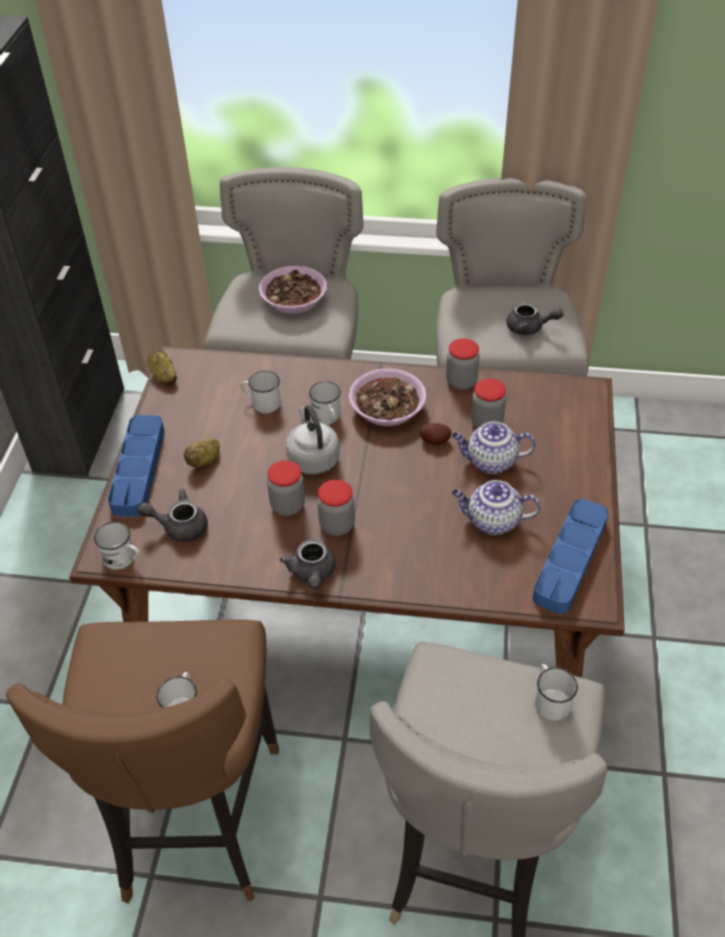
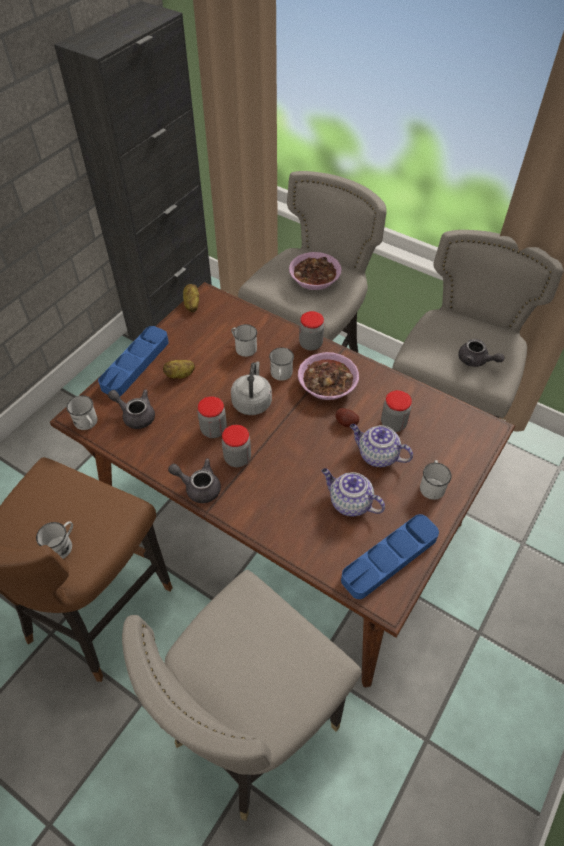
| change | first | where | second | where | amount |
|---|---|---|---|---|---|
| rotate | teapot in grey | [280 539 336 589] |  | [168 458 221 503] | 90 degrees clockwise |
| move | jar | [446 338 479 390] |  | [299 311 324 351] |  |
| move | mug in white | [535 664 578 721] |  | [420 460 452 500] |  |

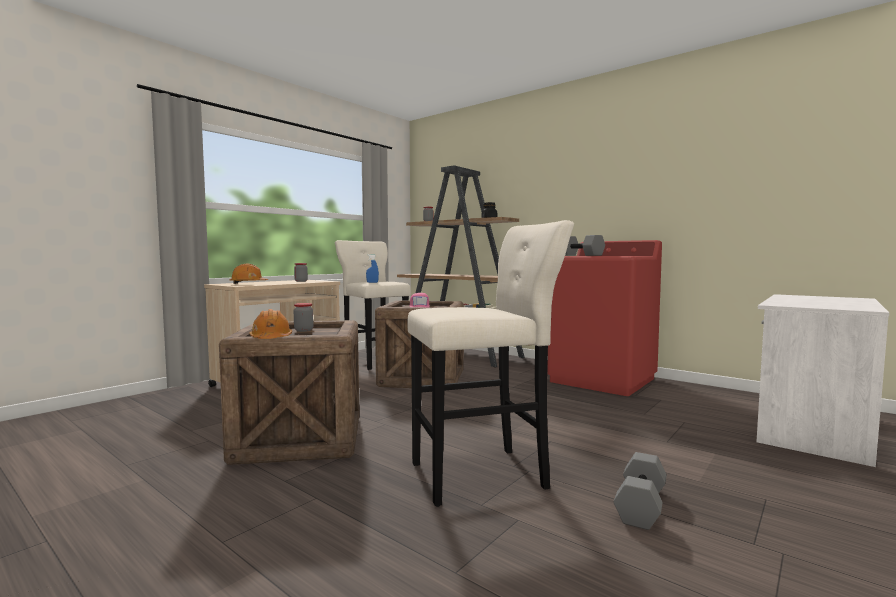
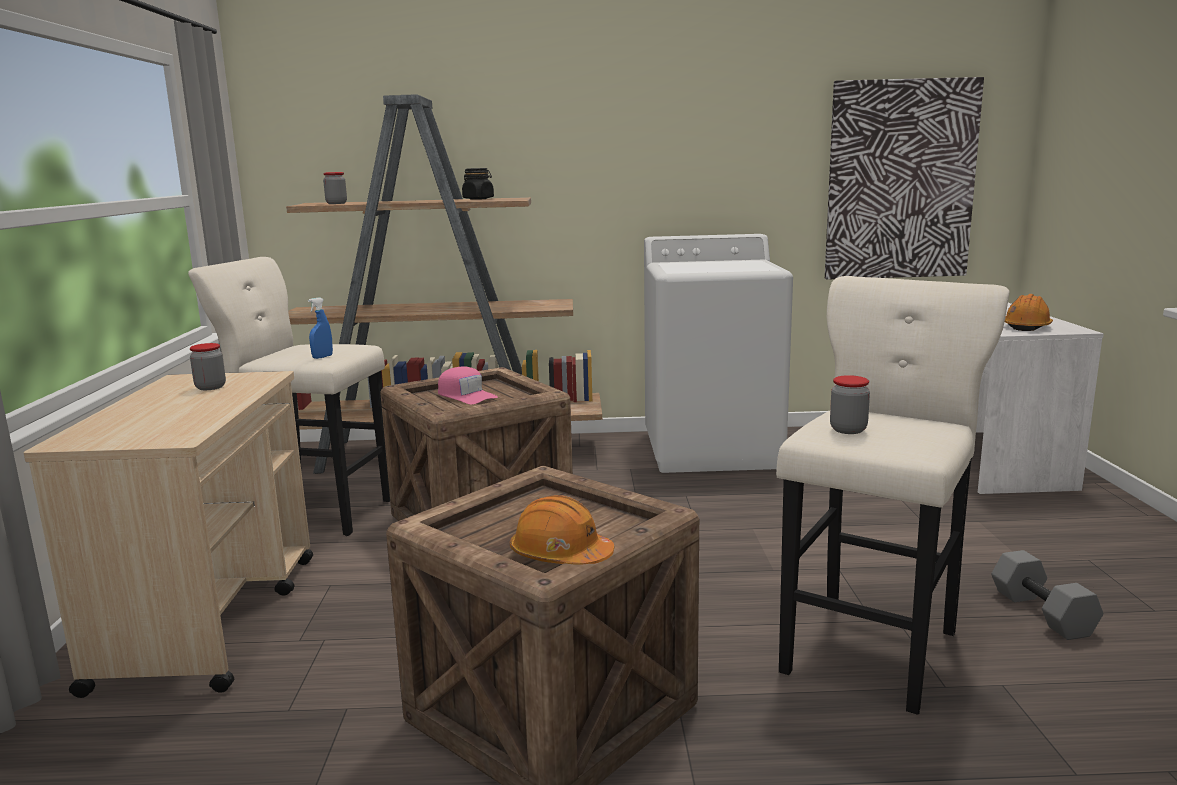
| change | first | where | second | where | amount |
|---|---|---|---|---|---|
| move | hard hat in orange | [230 264 268 284] |  | [1005 294 1053 331] |  |
| move | jar | [294 303 314 332] |  | [830 375 870 434] |  |
| recolor | washing machine in red | [547 240 662 396] | washing machine in white | [644 234 793 473] |  |
| delete | dumbbell in grey | [565 235 605 256] |  |  |  |
| insert |  |  | picture | [825 77 984 280] |  |

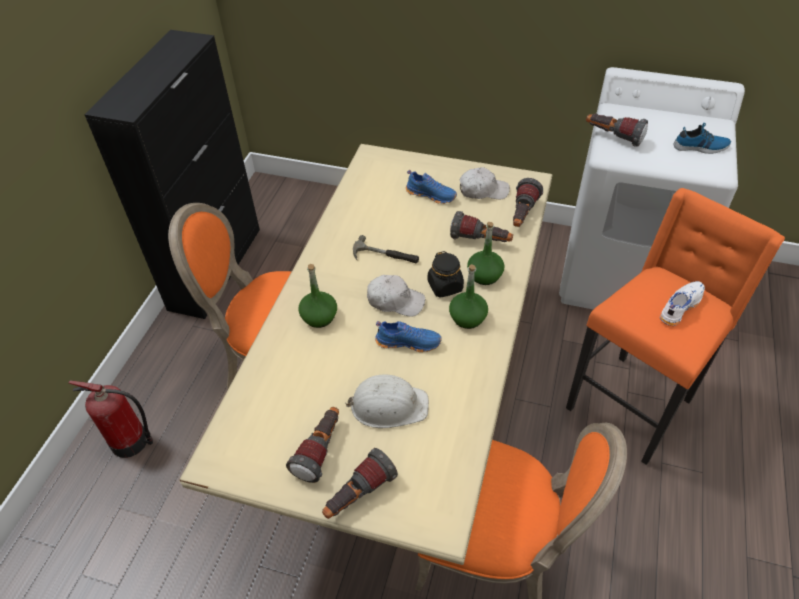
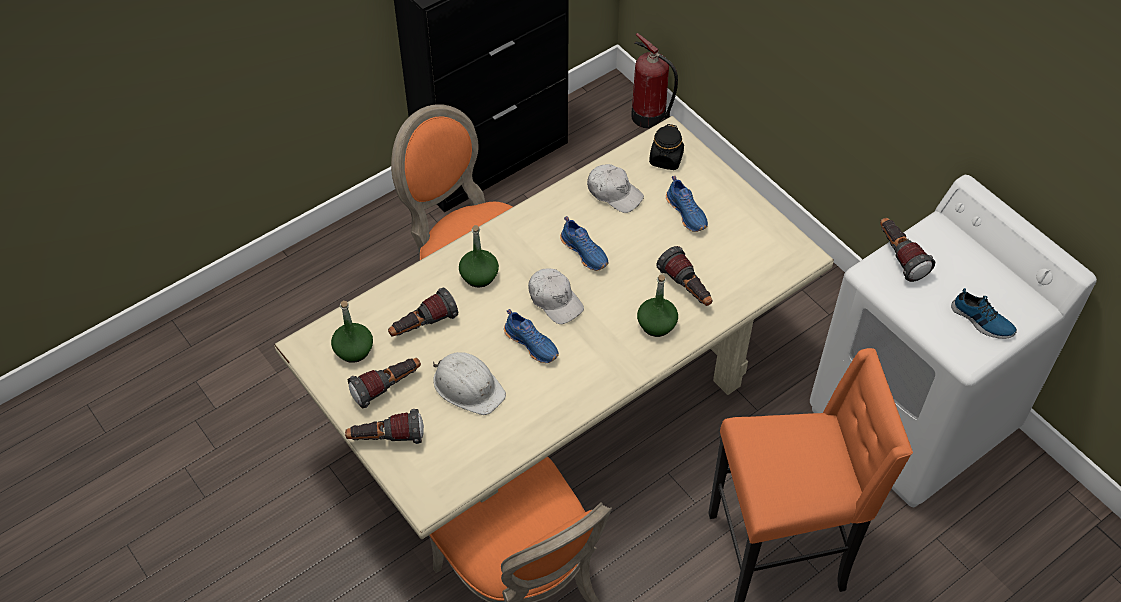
| change | first | where | second | where | amount |
|---|---|---|---|---|---|
| move | fire extinguisher | [69 380 153 458] |  | [631 33 678 129] |  |
| replace | hammer | [353 235 419 263] | shoe in blue | [560 216 608 271] |  |
| move | jar in black | [428 251 464 298] |  | [649 124 684 170] |  |
| move | bottle in green | [449 264 488 329] |  | [331 301 373 363] |  |
| move | cap in white | [459 167 510 199] |  | [587 164 644 213] |  |
| move | flashlight | [513 178 543 227] |  | [388 288 458 336] |  |
| delete | shoe in white | [660 281 705 326] |  |  |  |

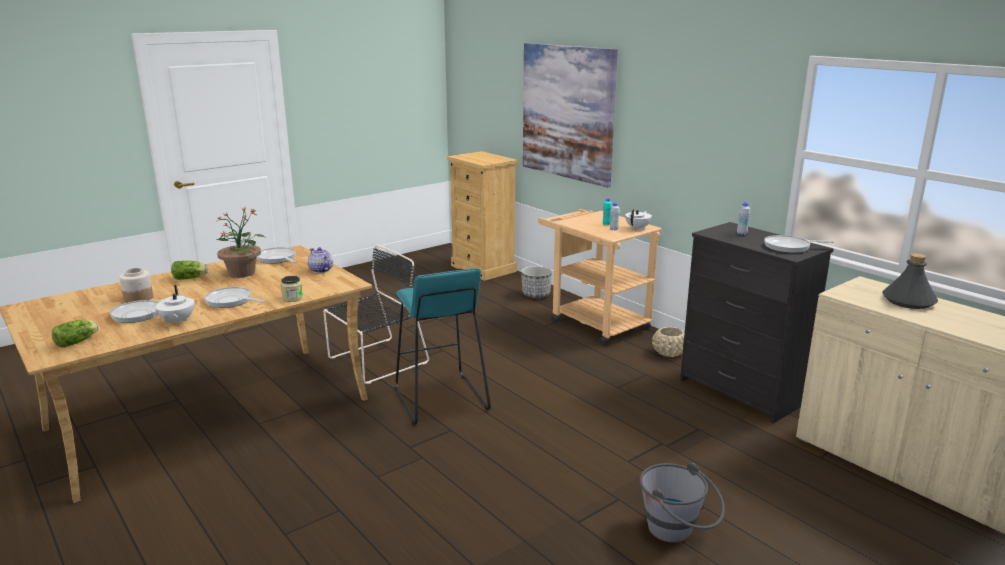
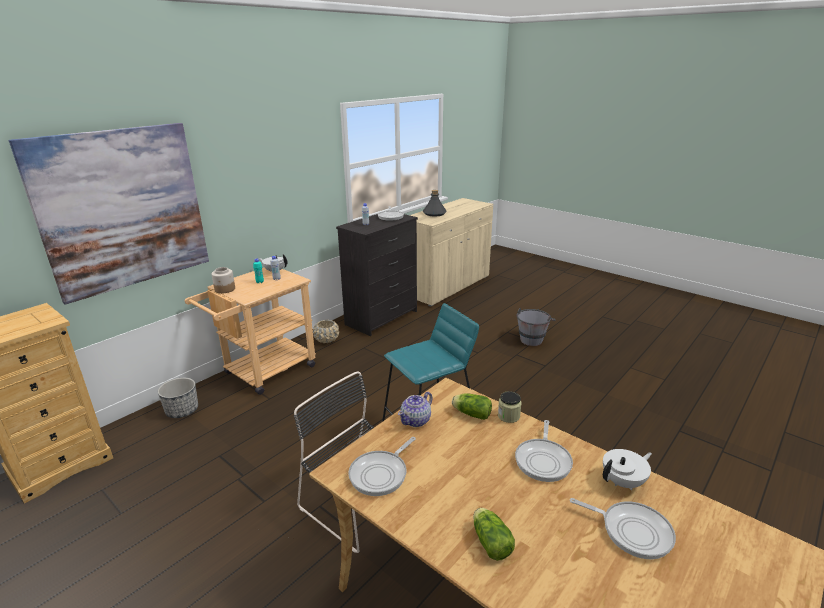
| change | first | where | second | where | amount |
|---|---|---|---|---|---|
| move | lettuce | [51 320 99 348] |  | [452 393 492 420] |  |
| move | jar | [119 268 153 303] |  | [211 267 235 293] |  |
| delete | potted plant | [217 207 266 278] |  |  |  |

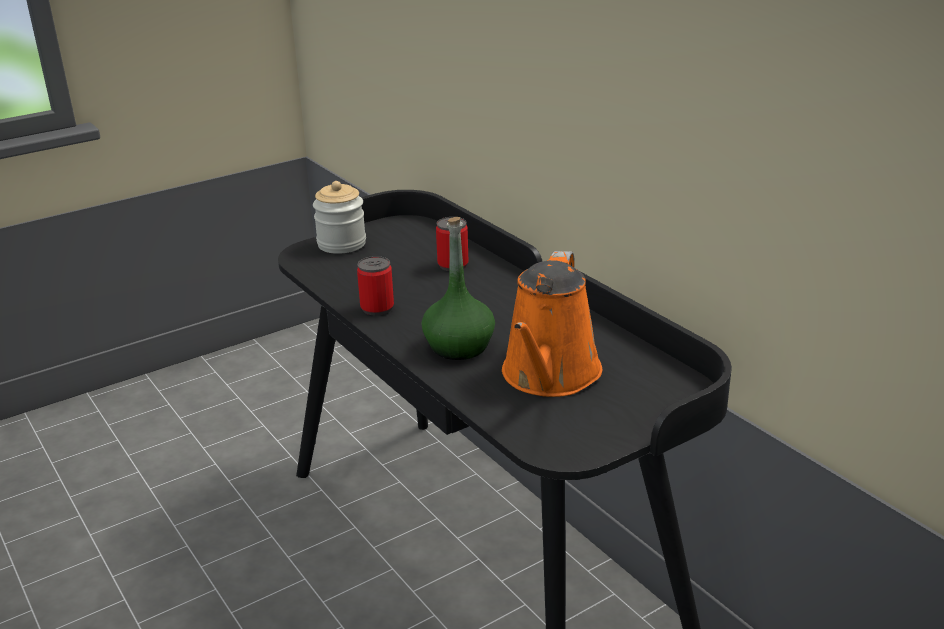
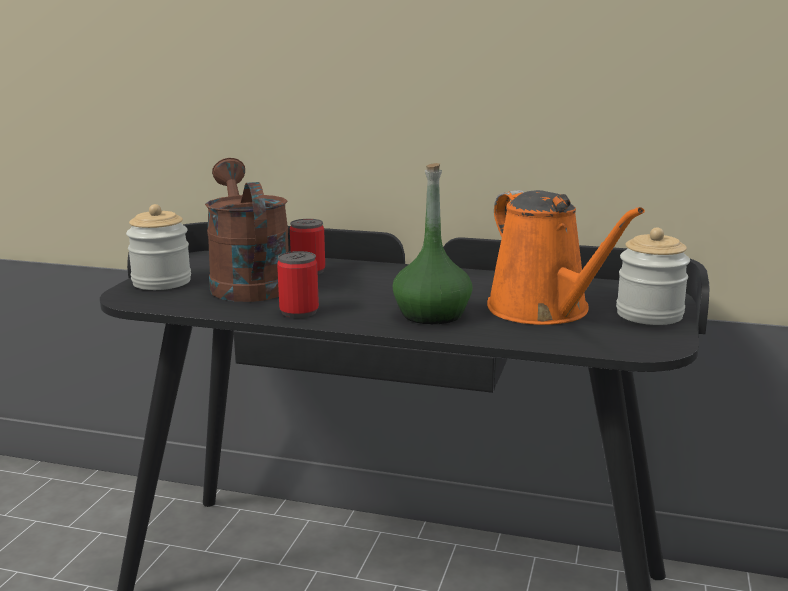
| change | first | where | second | where | amount |
|---|---|---|---|---|---|
| insert |  |  | watering can in brown | [205 158 289 302] |  |
| insert |  |  | jar | [616 228 690 325] |  |

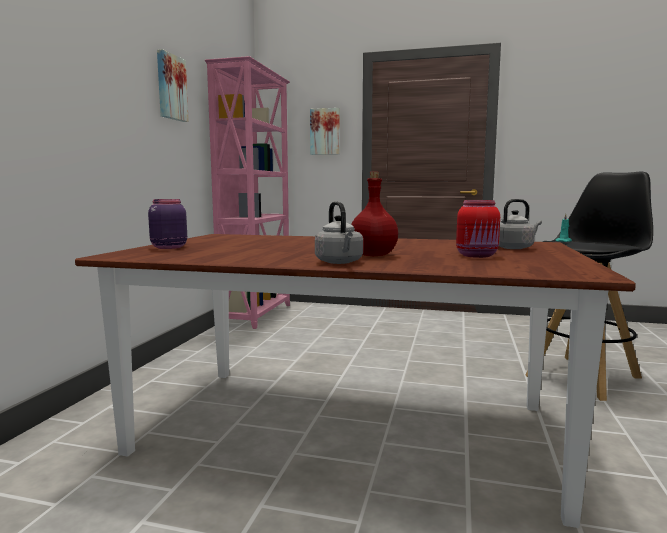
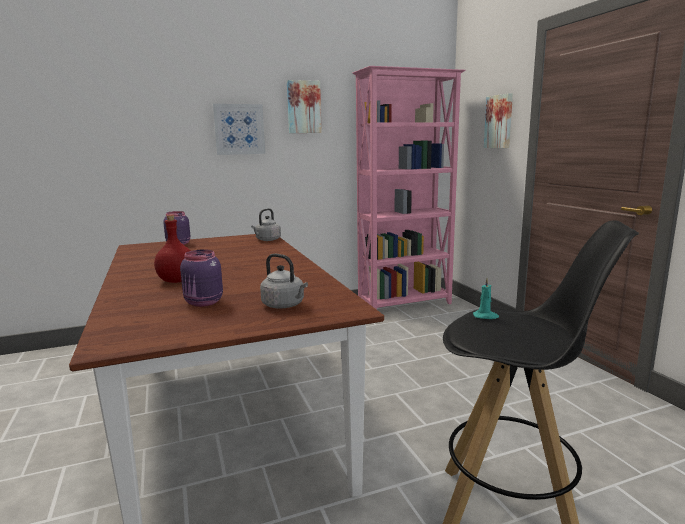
| change | first | where | second | where | amount |
|---|---|---|---|---|---|
| move | kettle in grey | [315 201 363 264] |  | [251 208 281 241] |  |
| recolor | jar in red | [456 200 500 258] | jar in purple | [180 249 223 307] |  |
| insert |  |  | picture | [213 104 265 155] |  |

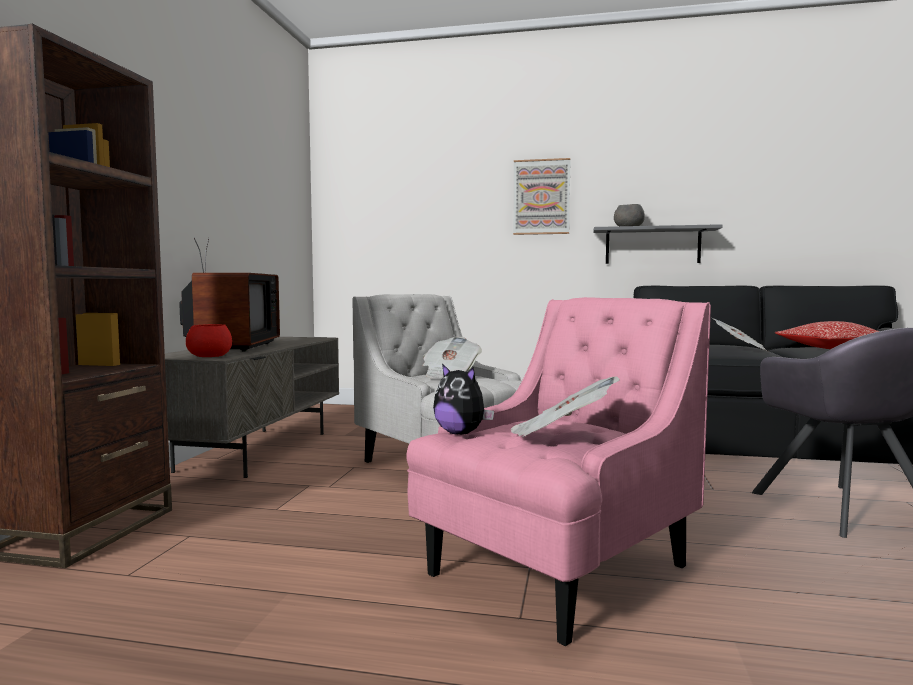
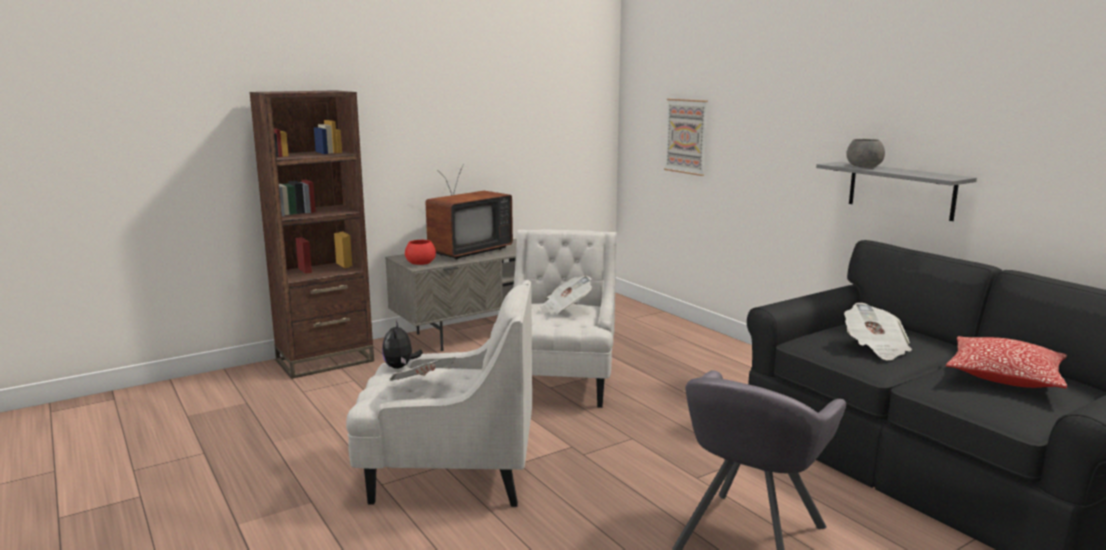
| change | first | where | second | where | amount |
|---|---|---|---|---|---|
| recolor | armchair in pink | [406 297 711 646] | armchair in white | [346 280 532 507] |  |
| move | picture | [513 158 571 235] |  | [664 99 708 176] |  |

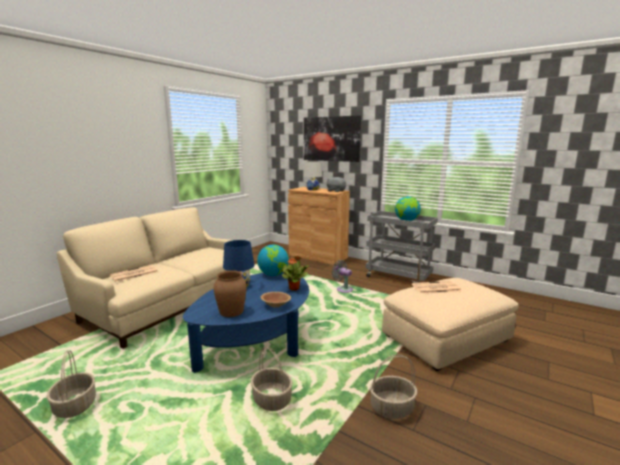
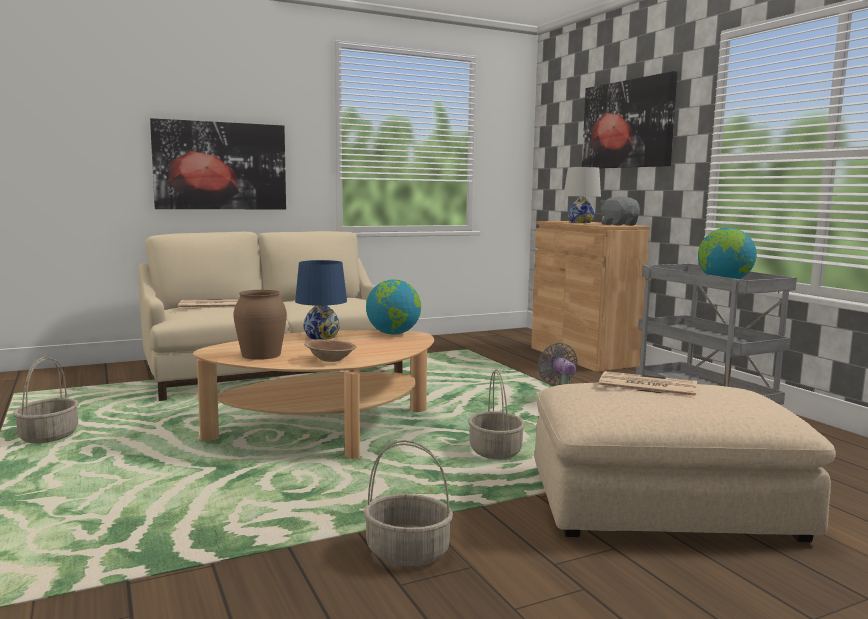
| change | first | where | second | where | amount |
|---|---|---|---|---|---|
| recolor | coffee table in blue | [183 273 309 373] | coffee table in beige | [193 330 434 459] |  |
| move | basket | [251 346 293 411] |  | [468 369 525 459] |  |
| delete | potted plant | [281 256 309 291] |  |  |  |
| insert |  |  | picture | [150 118 286 209] |  |

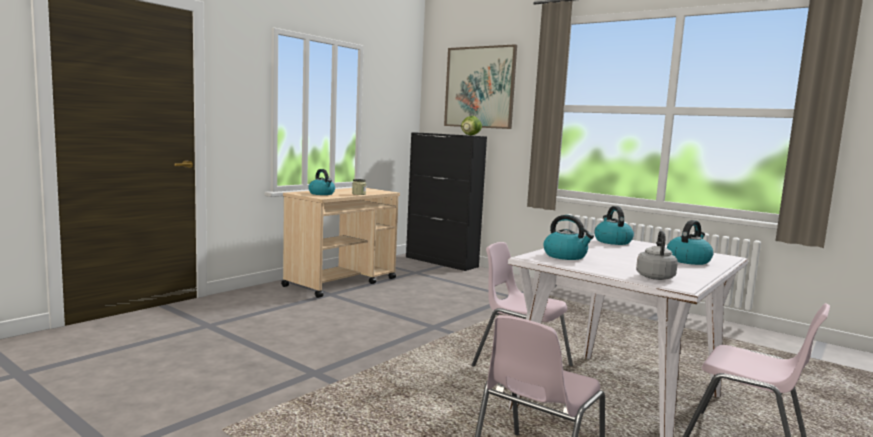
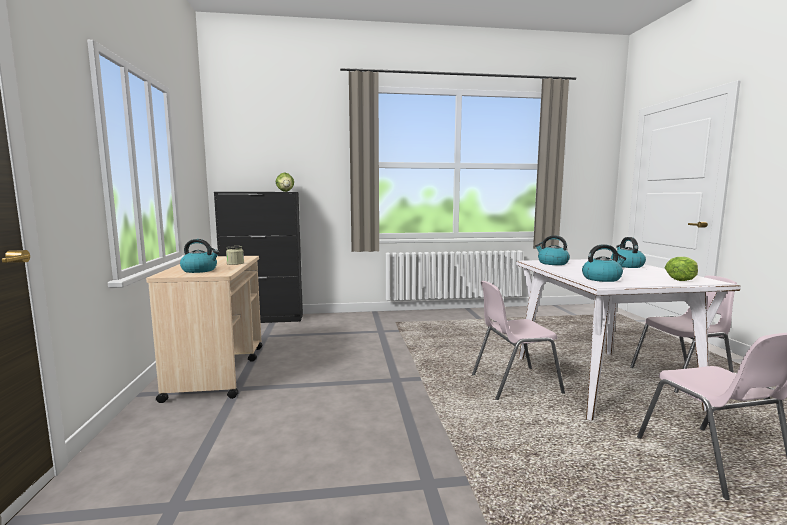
| change | first | where | second | where | amount |
|---|---|---|---|---|---|
| delete | picture | [444 44 517 129] |  |  |  |
| replace | kettle in grey | [636 231 678 280] | lettuce | [665 257 698 281] |  |

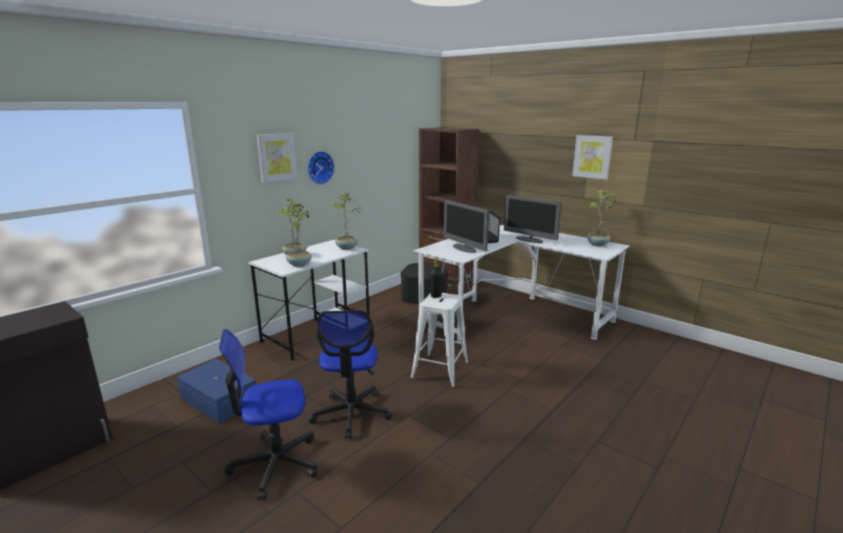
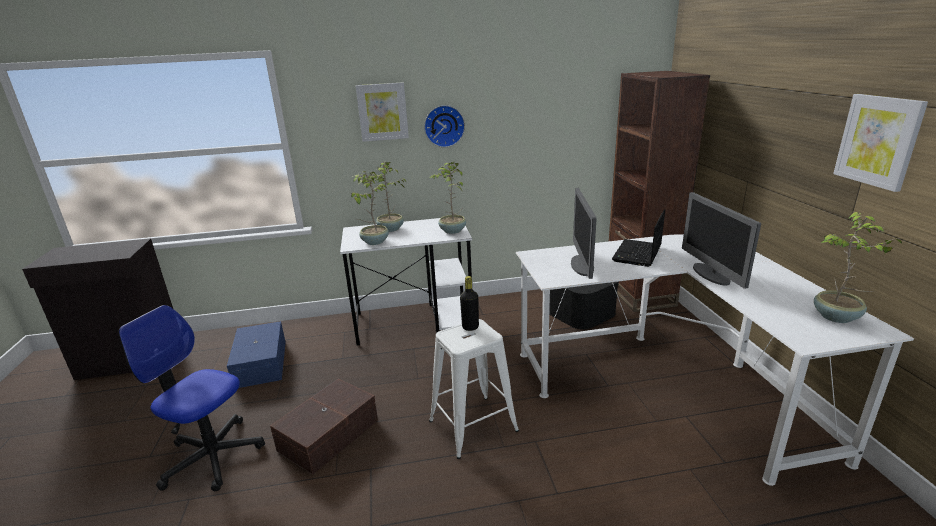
| change | first | where | second | where | amount |
|---|---|---|---|---|---|
| replace | office chair | [308 310 393 439] | storage box in brown | [270 379 378 475] |  |

